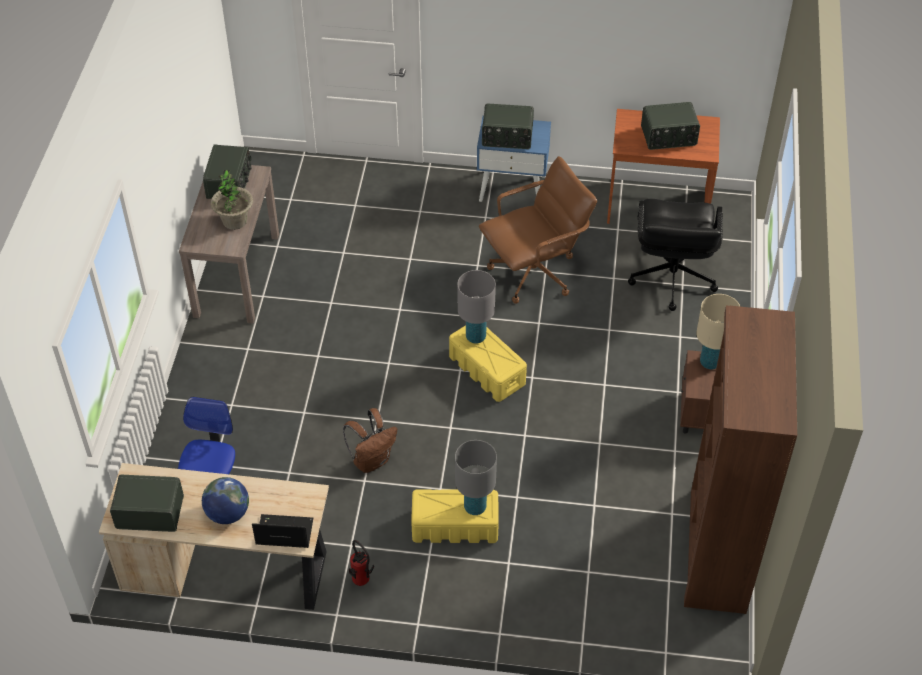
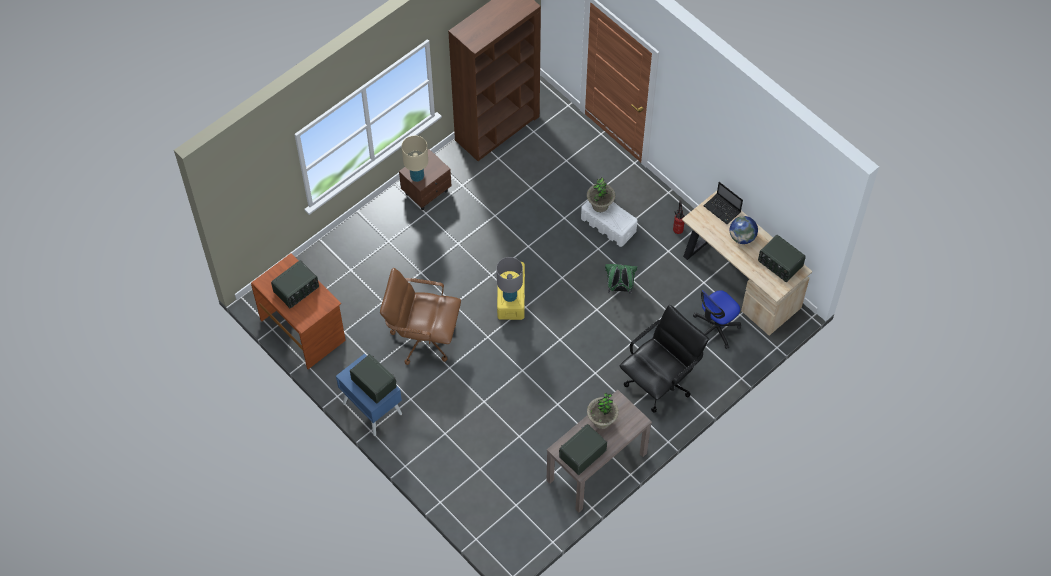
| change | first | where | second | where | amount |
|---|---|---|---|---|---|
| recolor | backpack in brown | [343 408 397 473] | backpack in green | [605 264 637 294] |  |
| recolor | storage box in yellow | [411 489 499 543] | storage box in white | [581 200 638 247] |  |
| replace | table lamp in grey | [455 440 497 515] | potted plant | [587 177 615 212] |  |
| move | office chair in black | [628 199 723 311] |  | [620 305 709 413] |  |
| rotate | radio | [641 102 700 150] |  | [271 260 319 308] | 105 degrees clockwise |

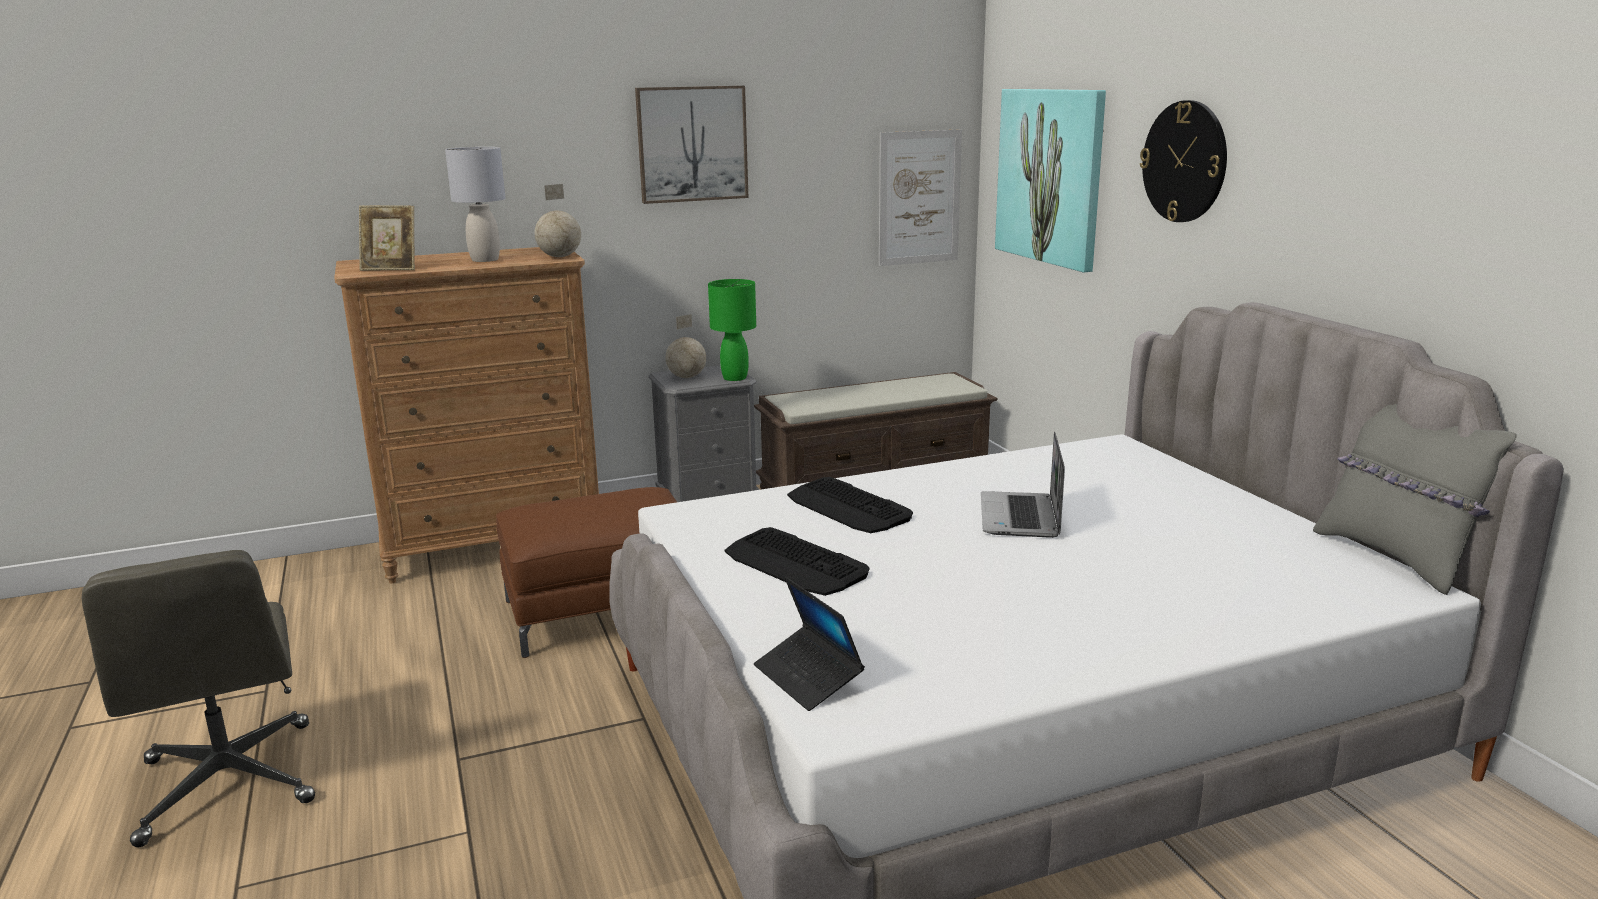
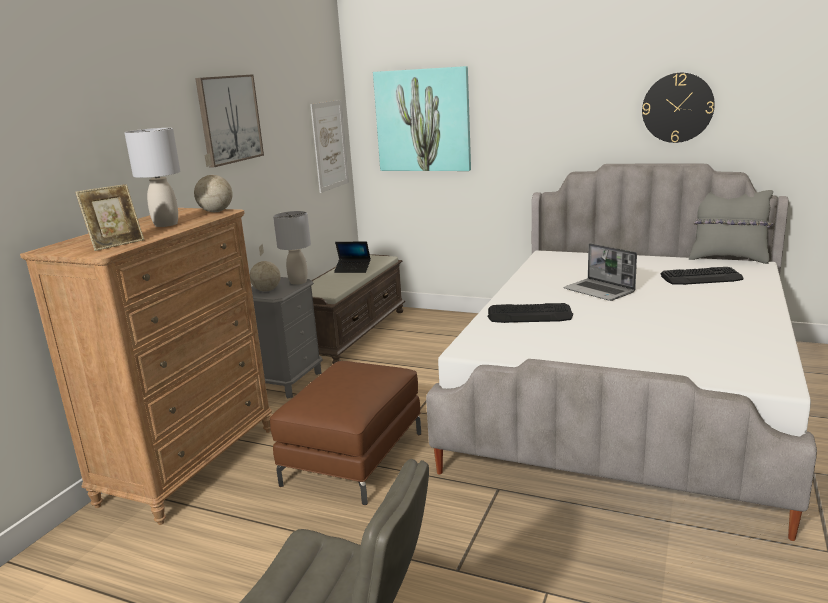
| change | first | where | second | where | amount |
|---|---|---|---|---|---|
| recolor | table lamp in green | [708 279 756 381] | table lamp in grey | [273 211 311 285] |  |
| move | keyboard | [725 527 869 596] |  | [660 267 744 285] |  |
| move | laptop | [754 577 865 711] |  | [334 242 371 273] |  |
| move | wall clock | [1140 100 1227 222] |  | [642 72 715 143] |  |

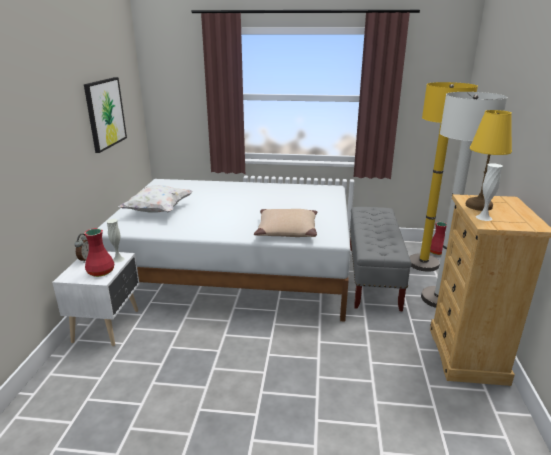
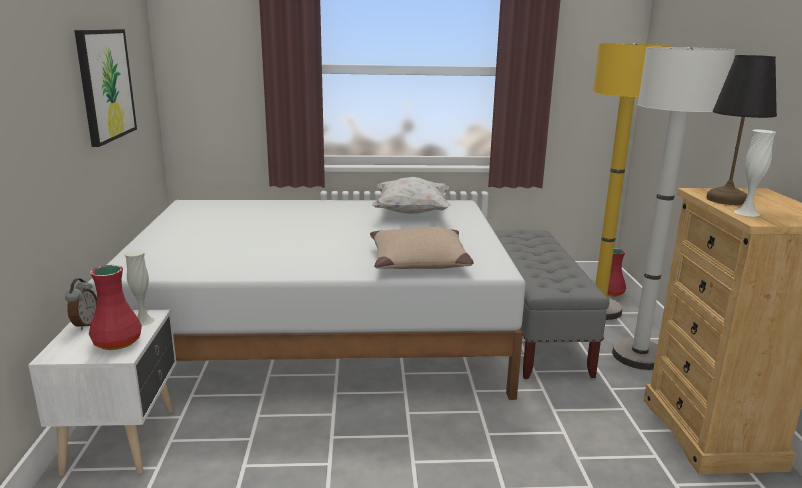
| change | first | where | second | where | amount |
|---|---|---|---|---|---|
| move | pillow in white | [118 185 193 213] |  | [371 177 451 214] |  |
| recolor | table lamp in yellow | [466 110 512 211] | table lamp in black | [706 55 777 205] |  |

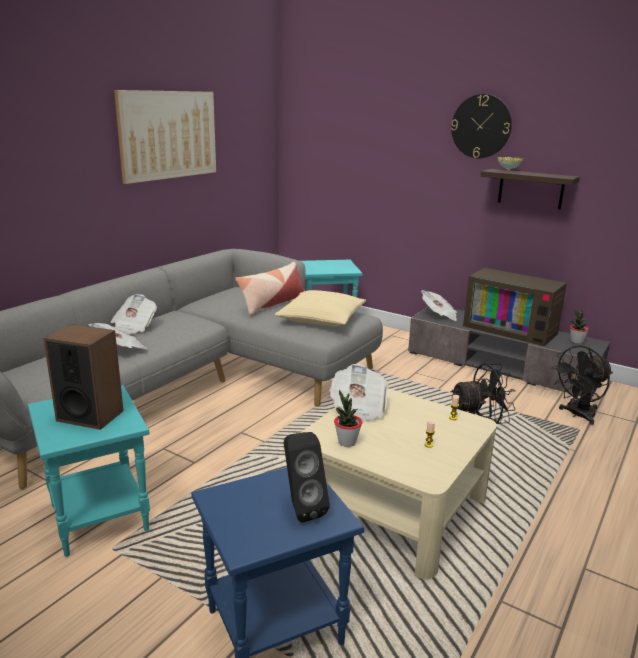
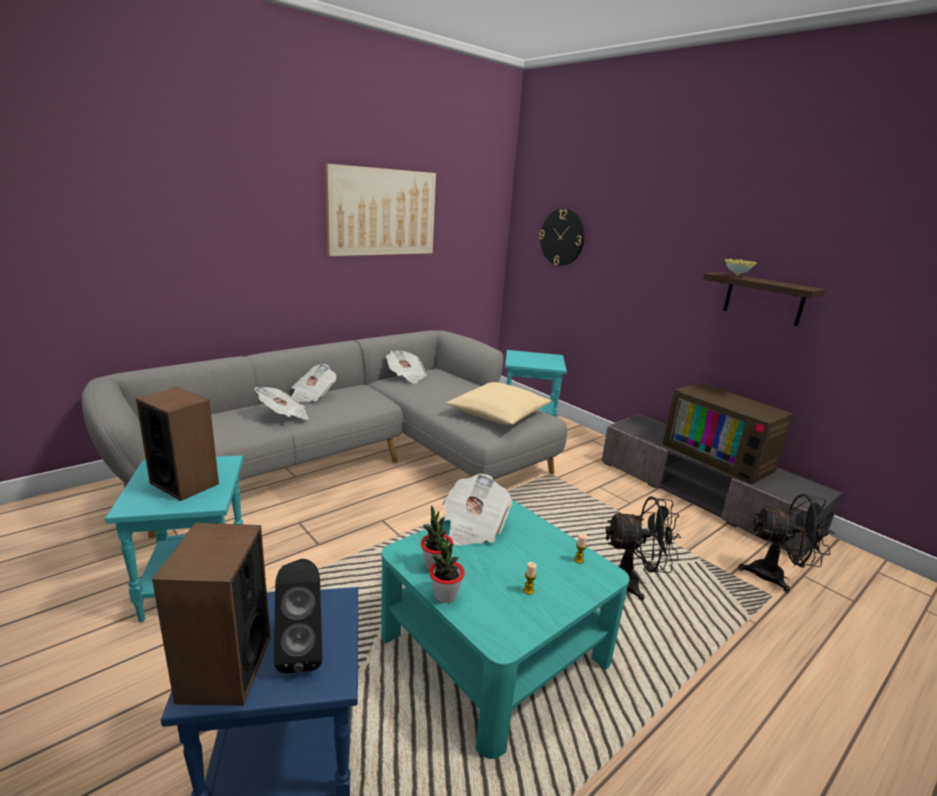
| change | first | where | second | where | amount |
|---|---|---|---|---|---|
| delete | pillow | [235 262 305 315] |  |  |  |
| recolor | coffee table in beige | [301 388 497 579] | coffee table in turquoise | [381 500 630 759] |  |
| move | newspaper | [421 290 457 321] |  | [386 350 427 384] |  |
| move | wall clock | [451 94 512 158] |  | [539 209 584 266] |  |
| rotate | fan in black | [551 346 613 425] |  | [738 494 835 593] | 150 degrees counterclockwise |
| move | potted plant | [570 309 589 344] |  | [429 532 465 603] |  |
| insert |  |  | speaker | [152 523 270 706] |  |

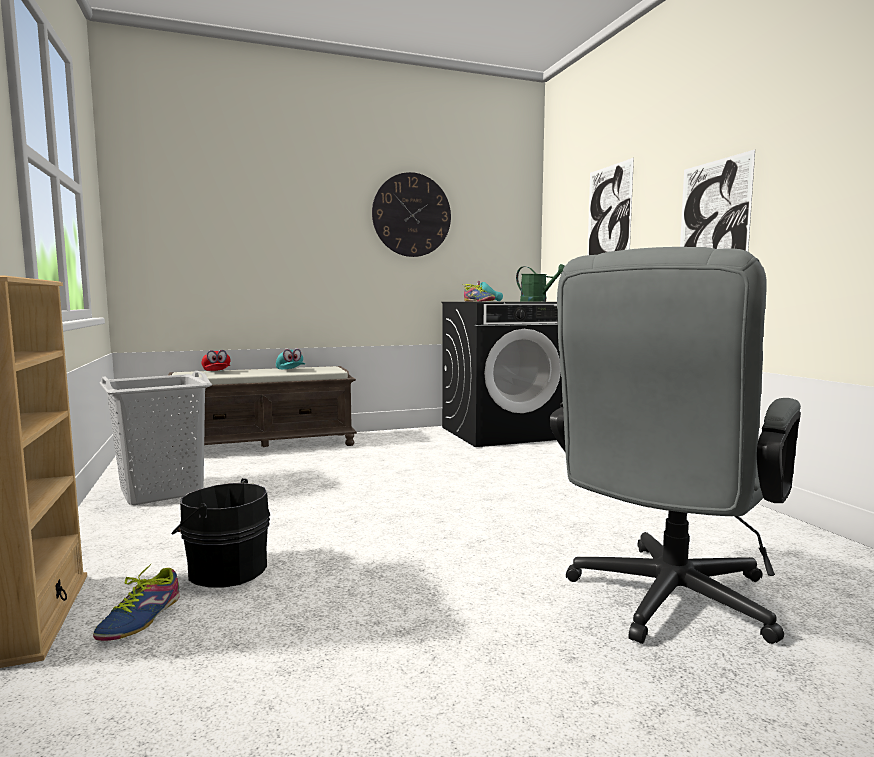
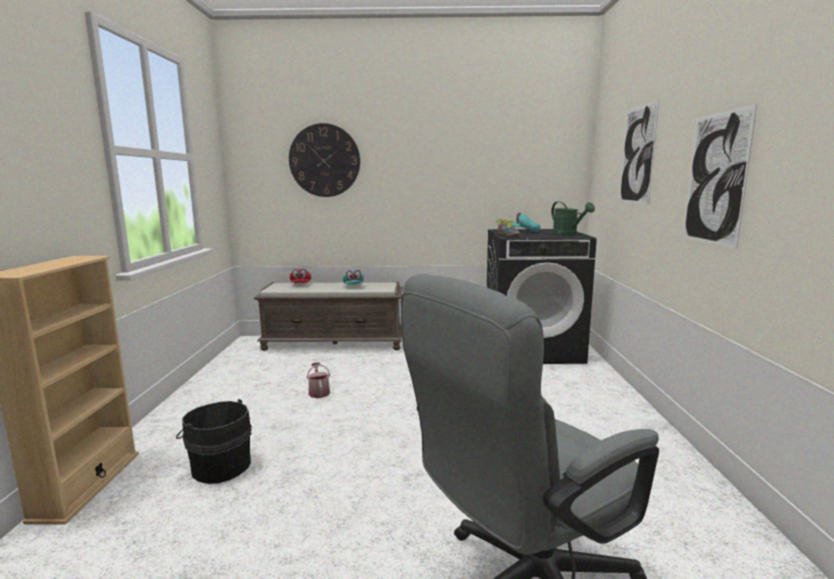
| change | first | where | second | where | amount |
|---|---|---|---|---|---|
| delete | shoe | [93 563 180 641] |  |  |  |
| delete | laundry basket in grey | [99 371 212 505] |  |  |  |
| move | wall clock | [372 172 451 257] |  | [289 123 360 197] |  |
| insert |  |  | watering can | [307 362 330 398] |  |

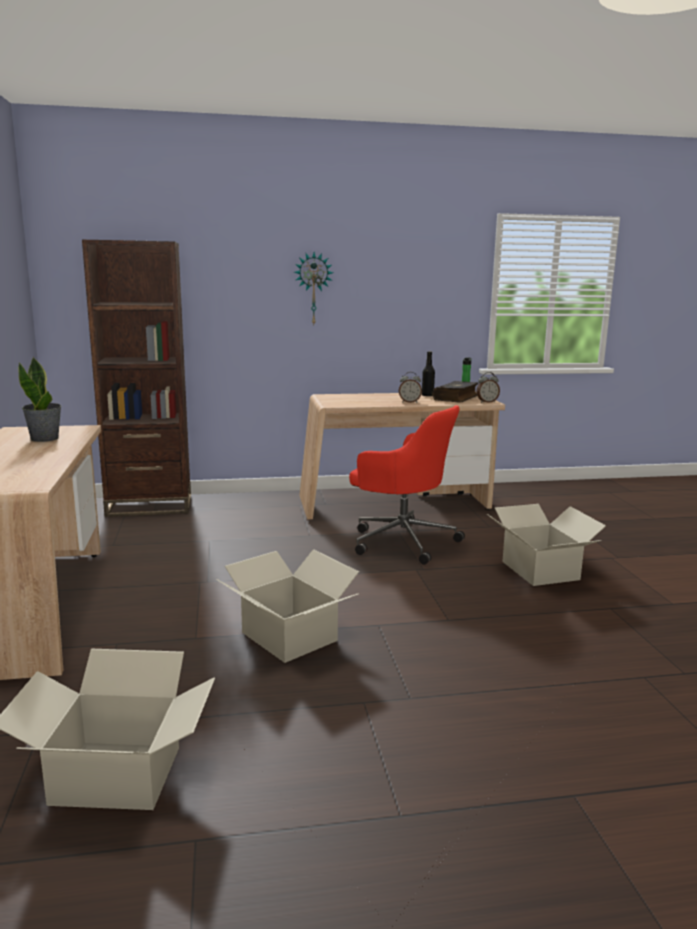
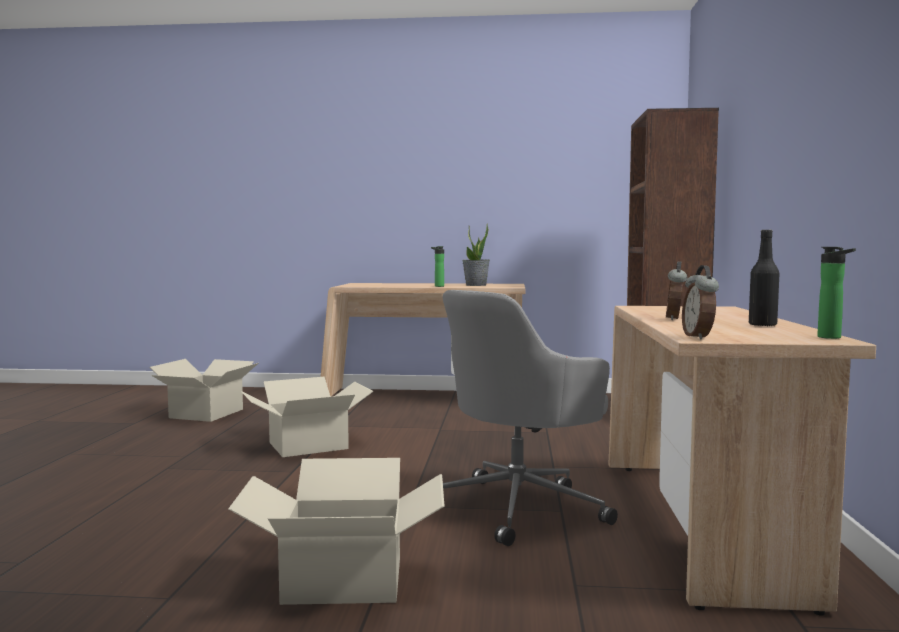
| change | first | where | second | where | amount |
|---|---|---|---|---|---|
| delete | wall clock | [294 252 333 325] |  |  |  |
| recolor | office chair in red | [349 405 465 565] | office chair in grey | [443 290 618 546] |  |
| delete | book | [432 381 478 402] |  |  |  |
| insert |  |  | bottle | [431 246 444 287] |  |

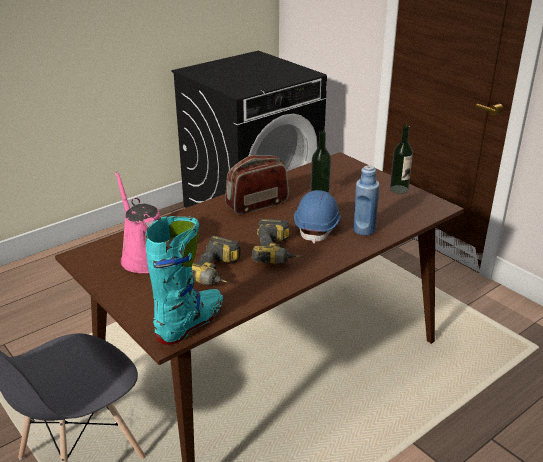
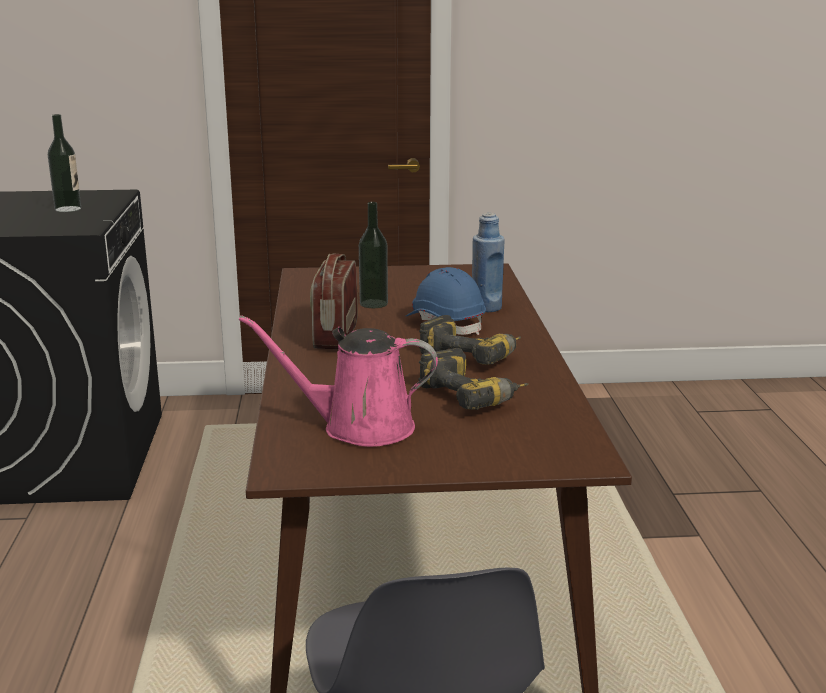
| change | first | where | second | where | amount |
|---|---|---|---|---|---|
| delete | boot in turquoise | [146 216 223 345] |  |  |  |
| move | bottle | [390 125 413 194] |  | [48 114 81 212] |  |

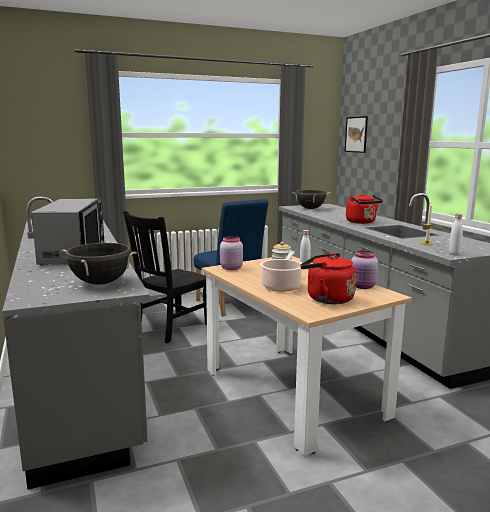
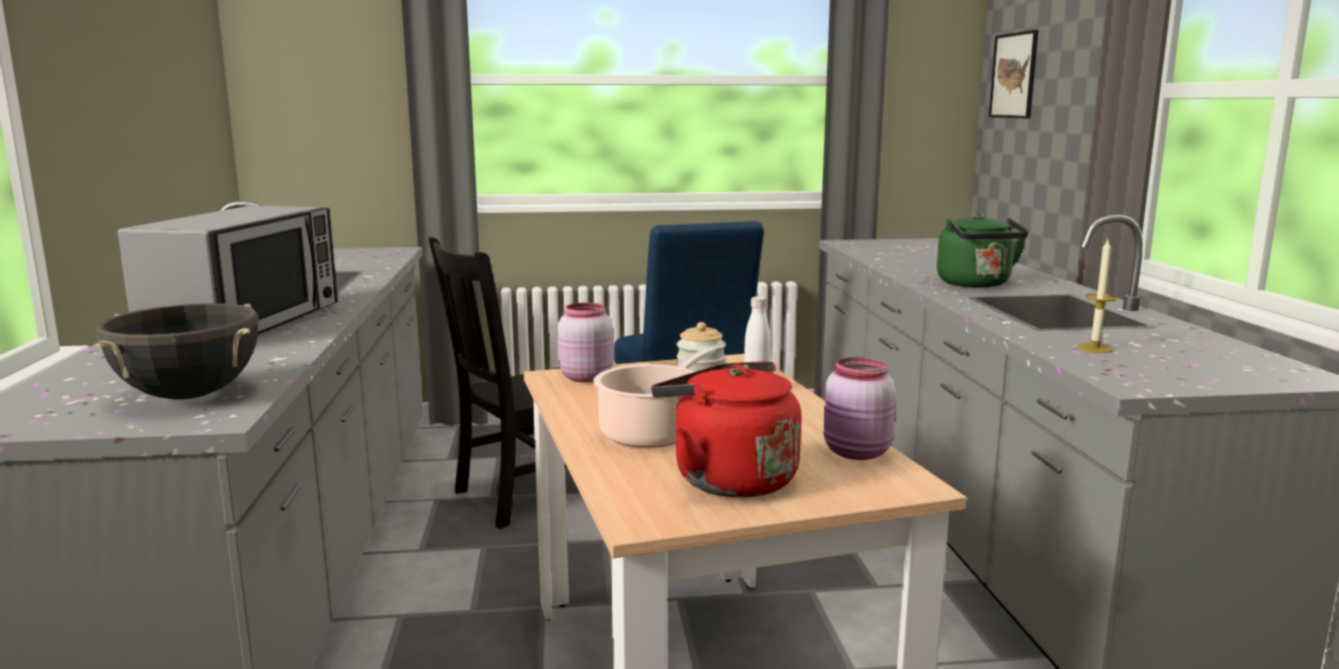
| change | first | where | second | where | amount |
|---|---|---|---|---|---|
| delete | cooking pot in black | [292 190 330 209] |  |  |  |
| recolor | kettle in red | [346 193 383 224] | kettle in green | [937 213 1029 288] |  |
| delete | bottle in white | [449 214 463 256] |  |  |  |

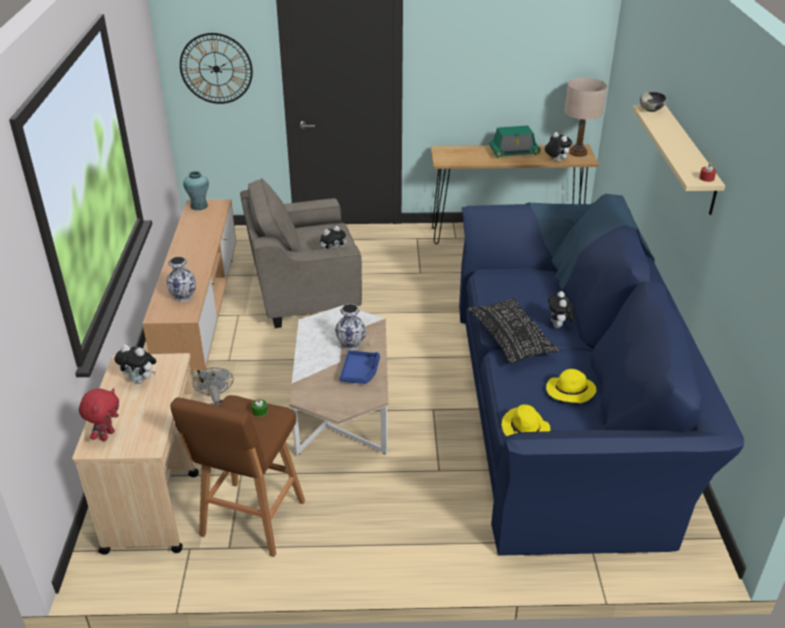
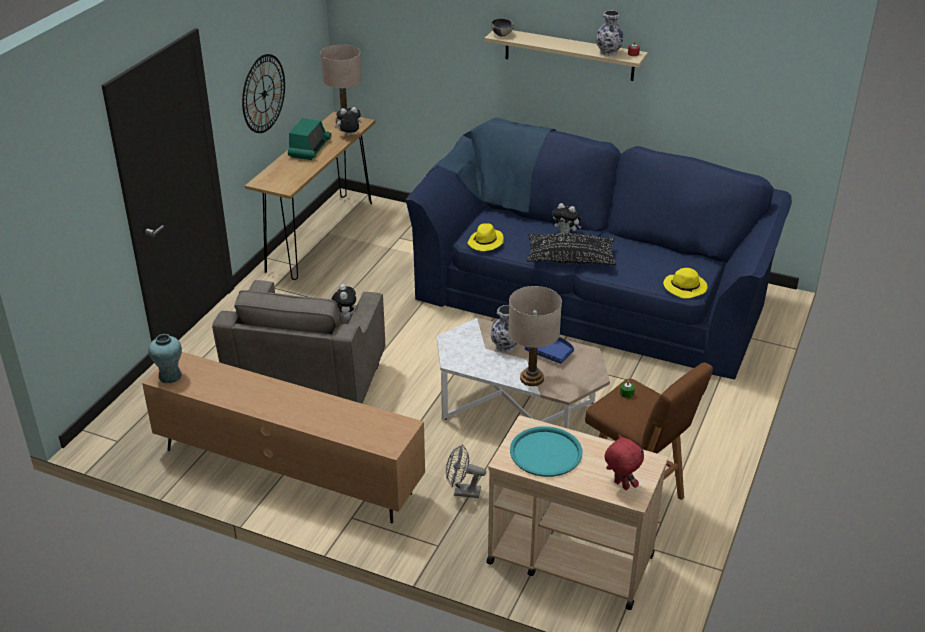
| change | first | where | second | where | amount |
|---|---|---|---|---|---|
| replace | plush toy | [115 344 156 384] | tray in turquoise | [510 426 582 477] |  |
| move | vase | [167 256 196 302] |  | [596 10 624 56] |  |
| move | wall clock | [180 33 253 104] |  | [242 54 285 133] |  |
| move | hat in yellow | [546 369 596 403] |  | [467 223 504 251] |  |
| insert |  |  | table lamp in beige | [508 286 562 386] |  |

